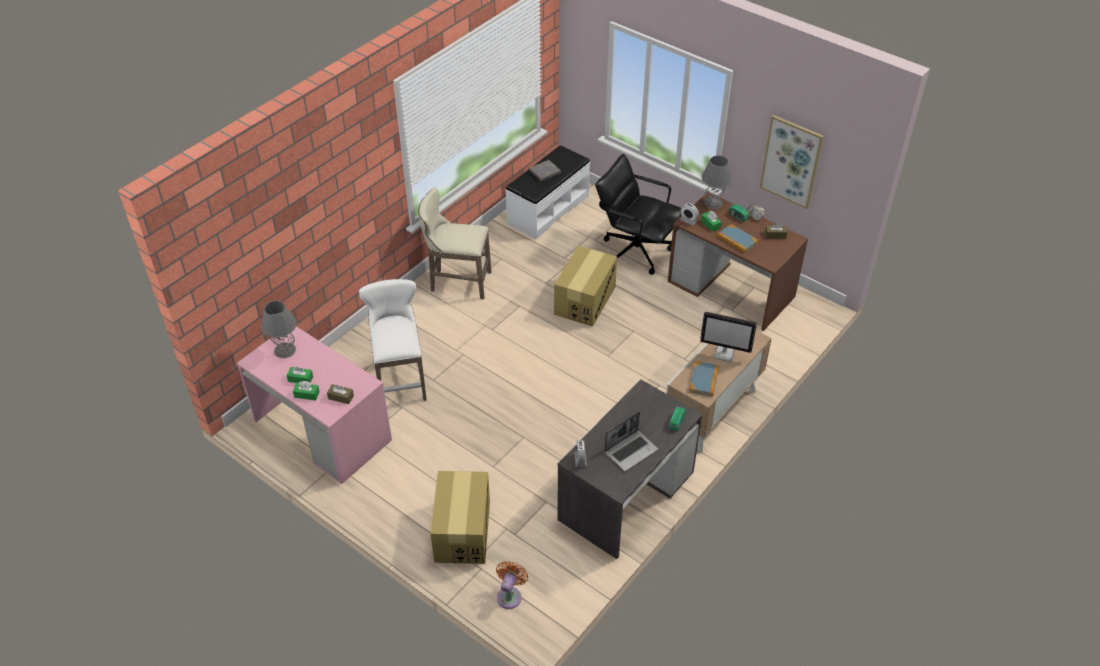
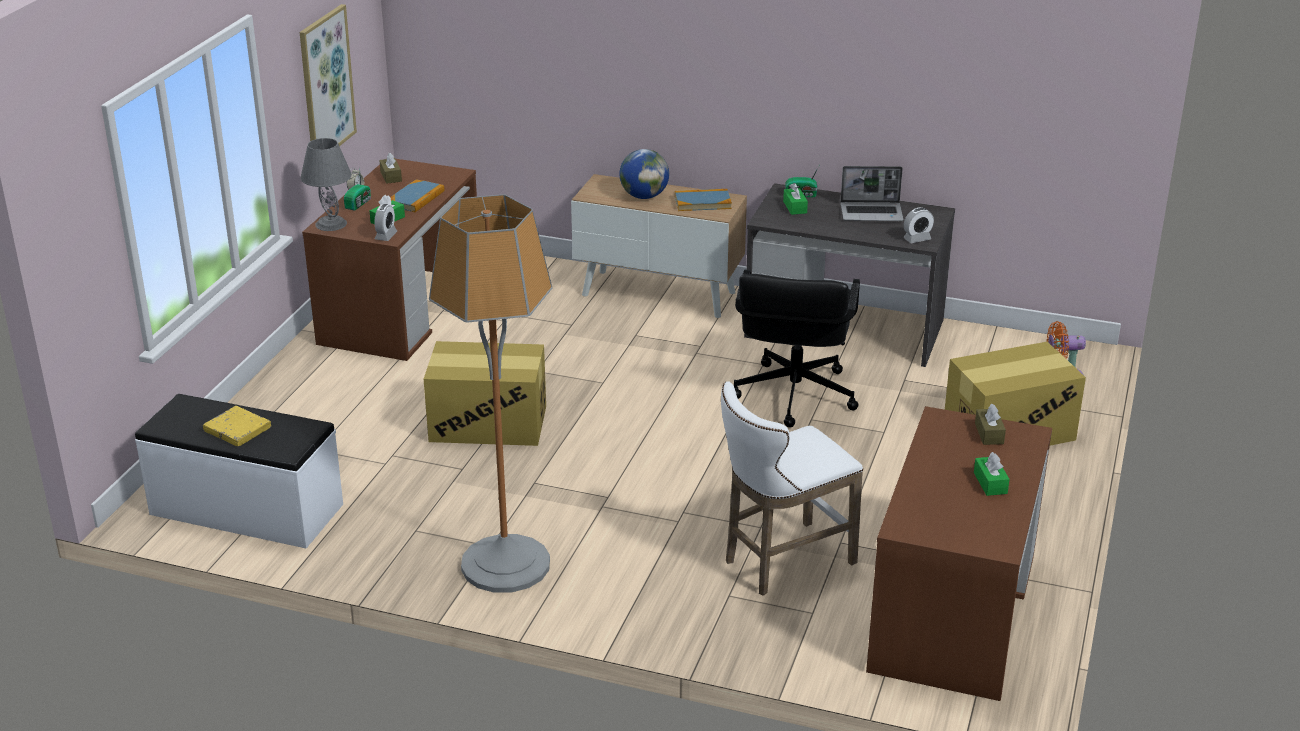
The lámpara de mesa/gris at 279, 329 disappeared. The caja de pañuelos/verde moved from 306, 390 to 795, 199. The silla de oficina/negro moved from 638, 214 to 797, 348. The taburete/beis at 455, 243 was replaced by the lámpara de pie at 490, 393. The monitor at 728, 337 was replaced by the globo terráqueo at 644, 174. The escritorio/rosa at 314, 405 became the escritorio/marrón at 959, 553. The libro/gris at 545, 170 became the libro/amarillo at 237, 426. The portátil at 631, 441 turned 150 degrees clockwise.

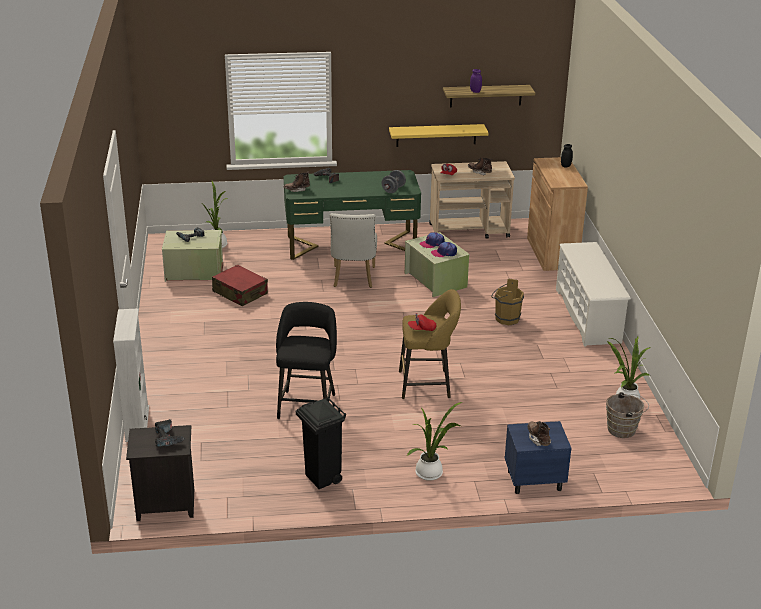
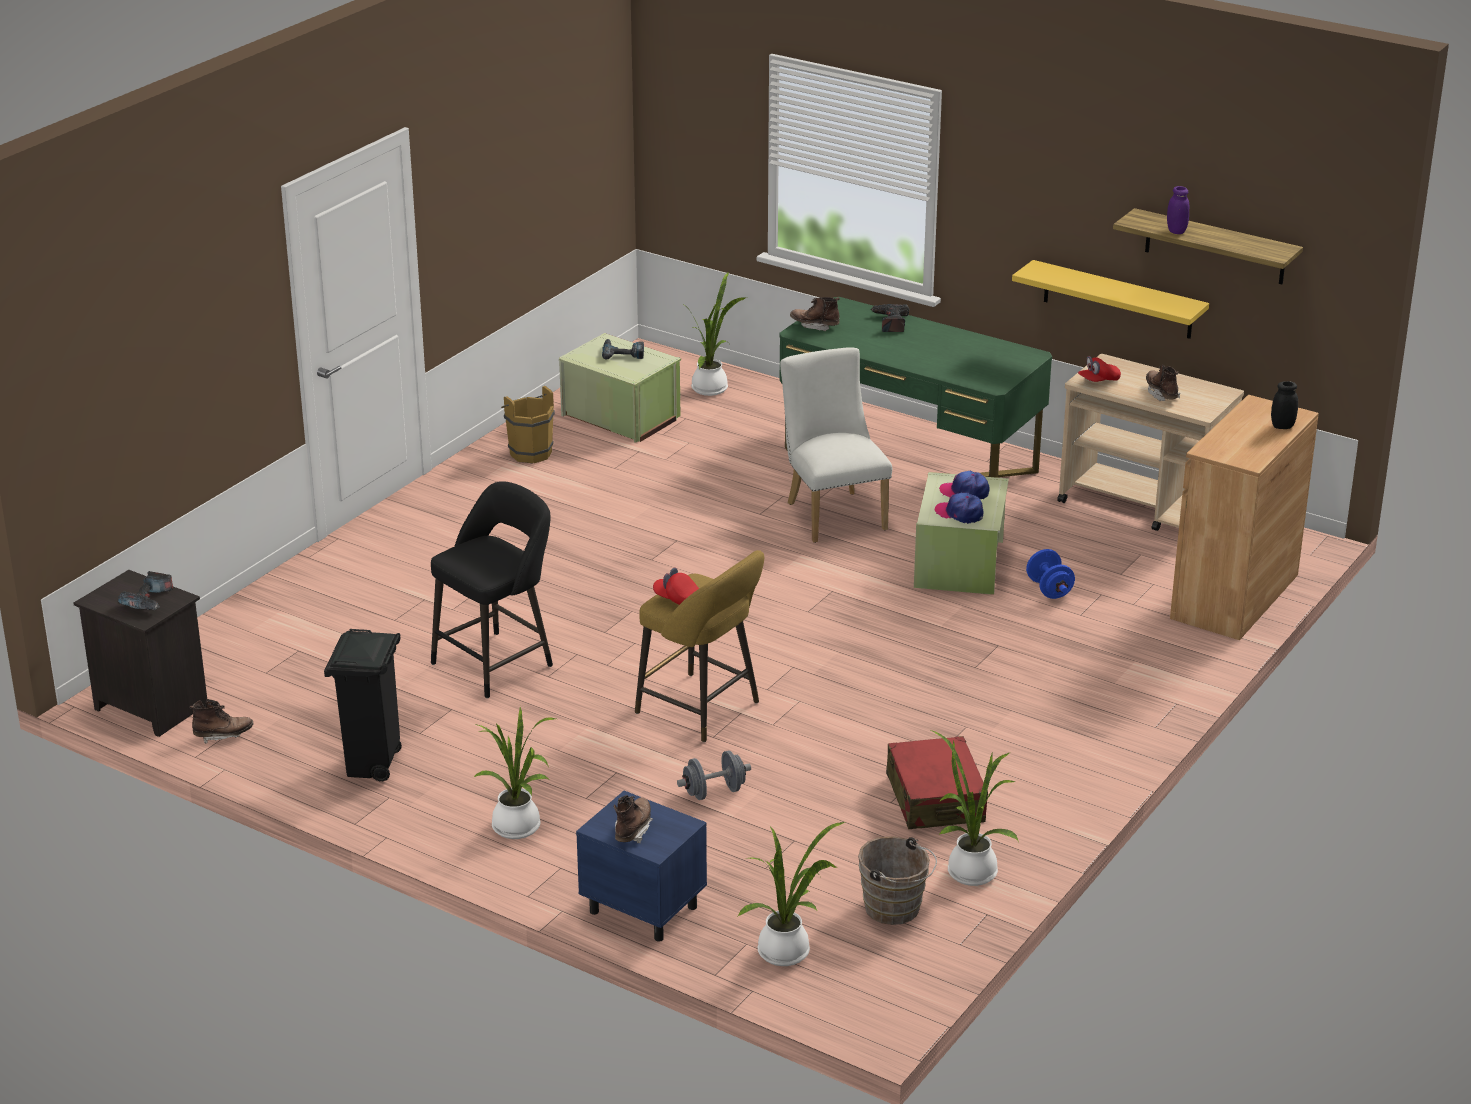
The estantería/blanco at 131, 375 disappeared. The zapatero/blanco at 593, 294 disappeared. The bota/marrón at 221, 721 appeared. The planta en maceta at 791, 894 appeared. The mancuerna/azul at 1050, 574 appeared. The maleta/rojo moved from 240, 285 to 937, 782. The mancuerna/gris moved from 393, 181 to 714, 775. The cubo/marrón moved from 507, 302 to 528, 424. The silla/blanco at 353, 250 turned 120 degrees clockwise.

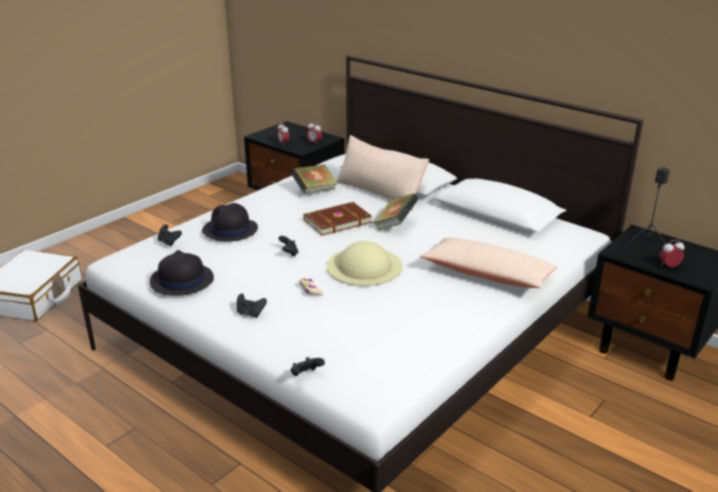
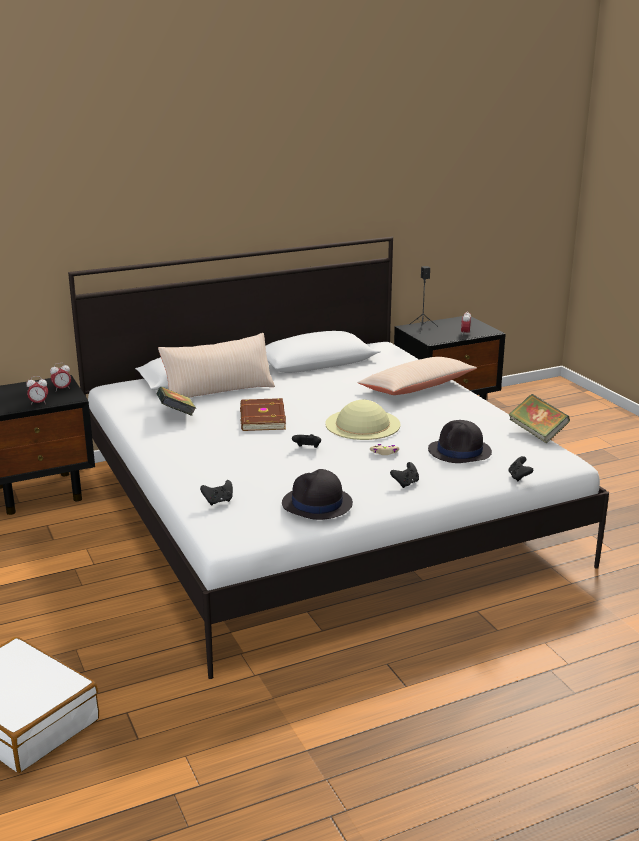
The sombrero/negro moved from 230, 222 to 460, 441. The libro moved from 396, 212 to 539, 418.

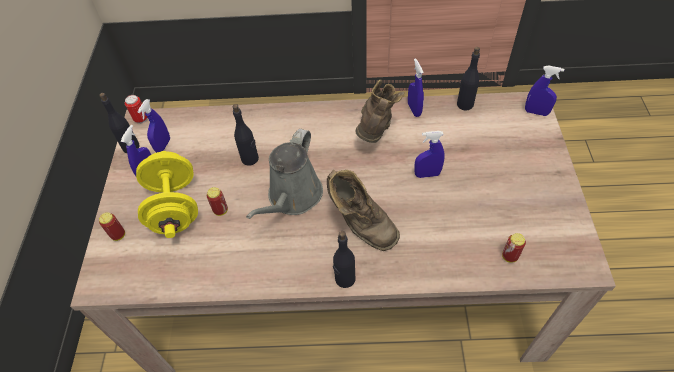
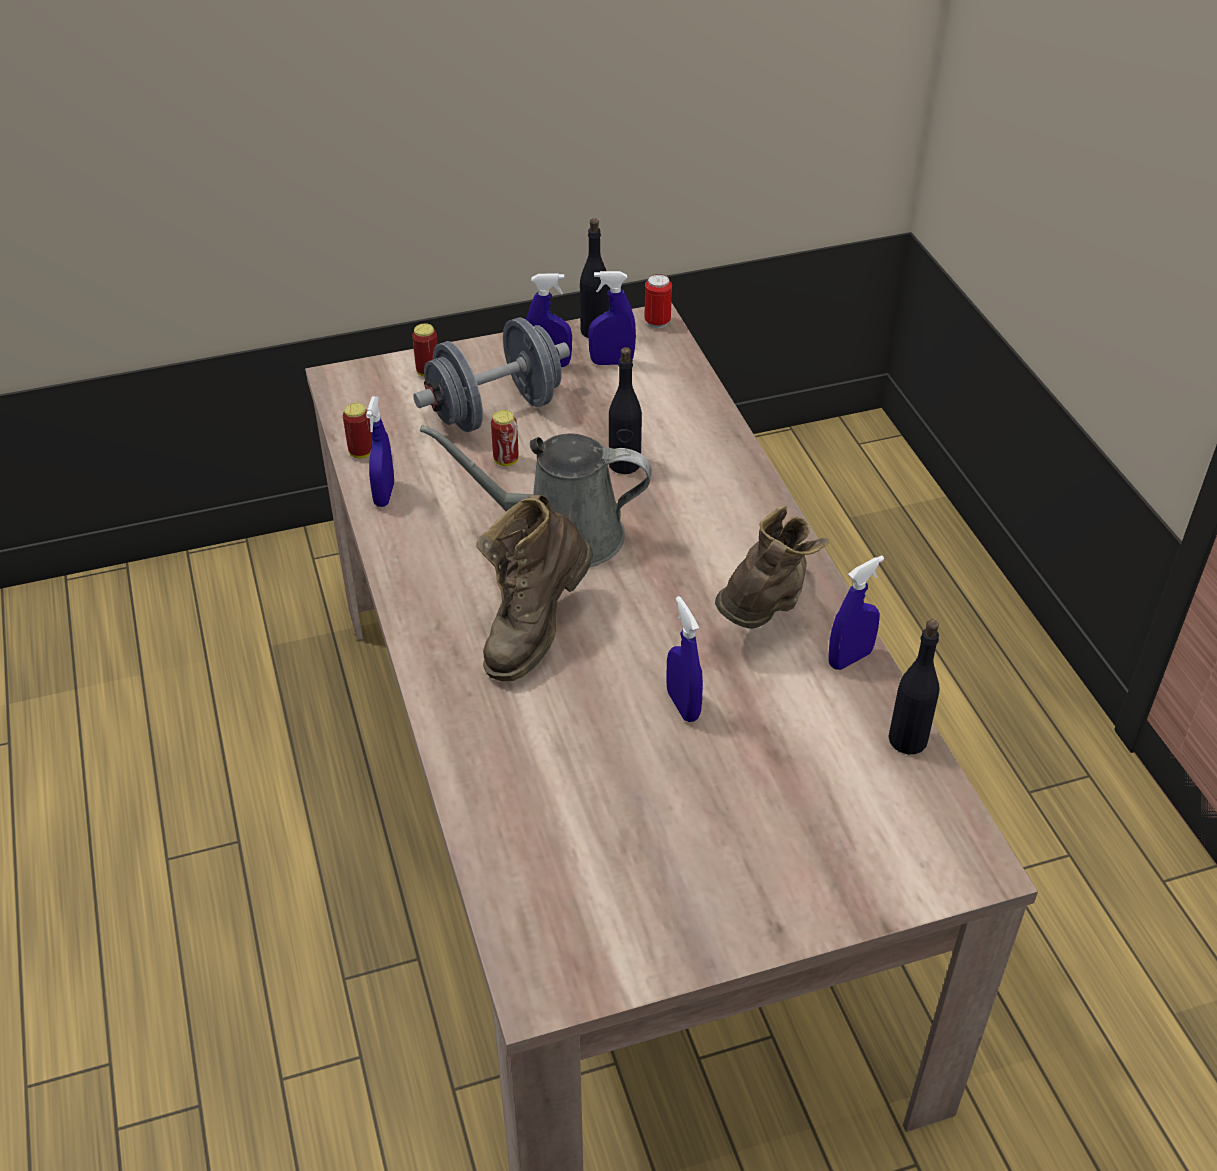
The botella/negro at 344, 259 disappeared. The lata moved from 514, 248 to 357, 431. The pulverizador/azul moved from 545, 90 to 380, 451. The mancuerna/amarillo at 167, 194 became the mancuerna/gris at 491, 374. The bota/marrón at 380, 111 turned 60 degrees counterclockwise.

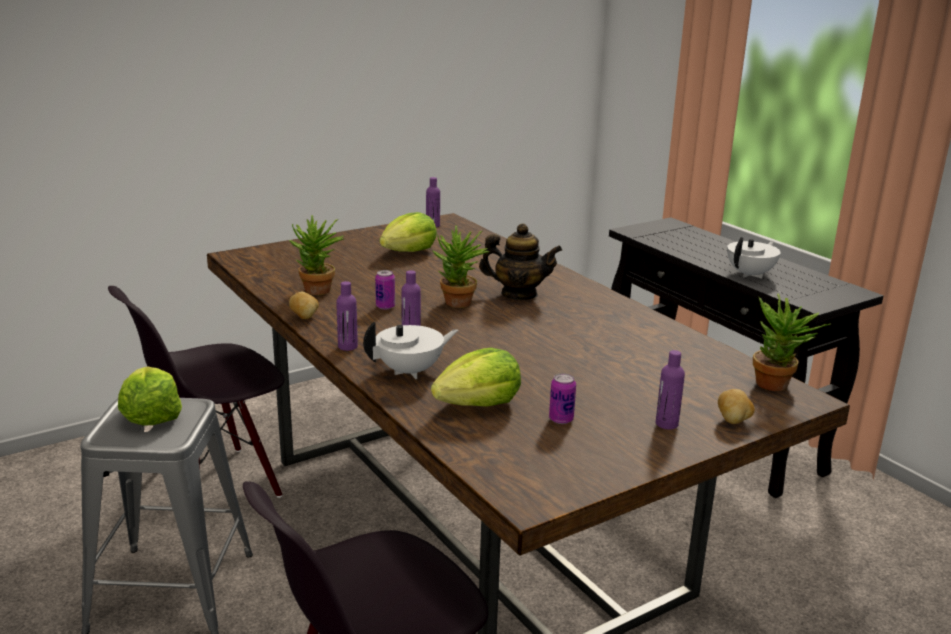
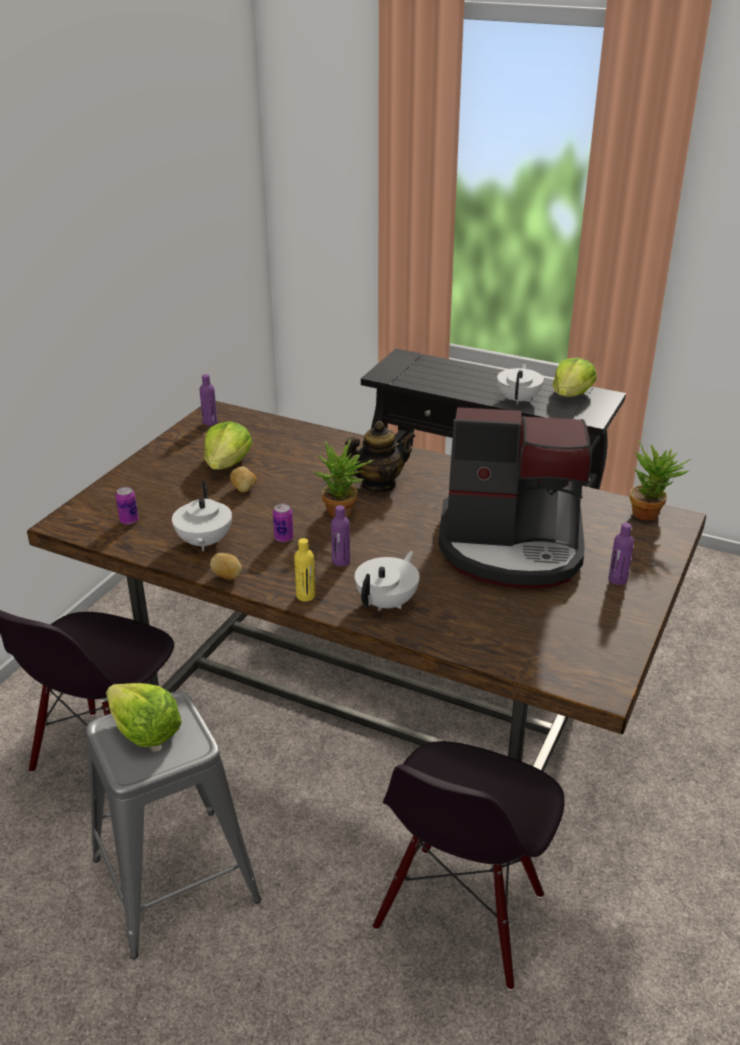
The cafetera at 515, 498 appeared. The lechuga moved from 476, 377 to 575, 377. The lata moved from 562, 398 to 127, 506. The patata moved from 736, 406 to 243, 479. The planta en maceta at 316, 255 was replaced by the tetera/blanco at 202, 516. The botella/morado at 347, 316 became the botella/amarillo at 304, 570.

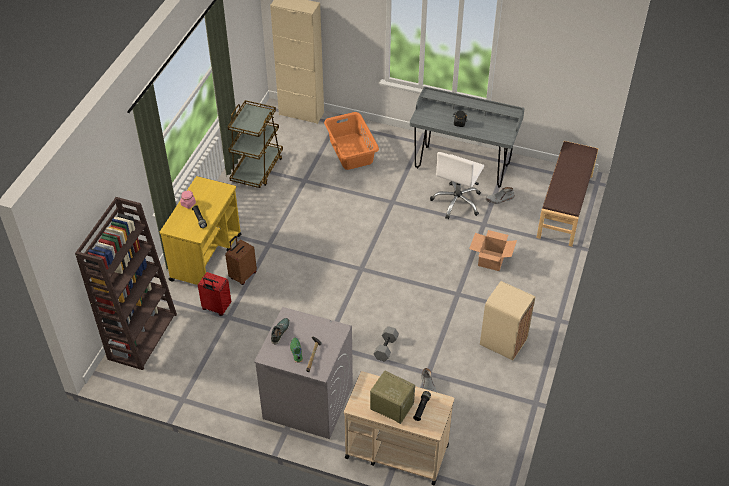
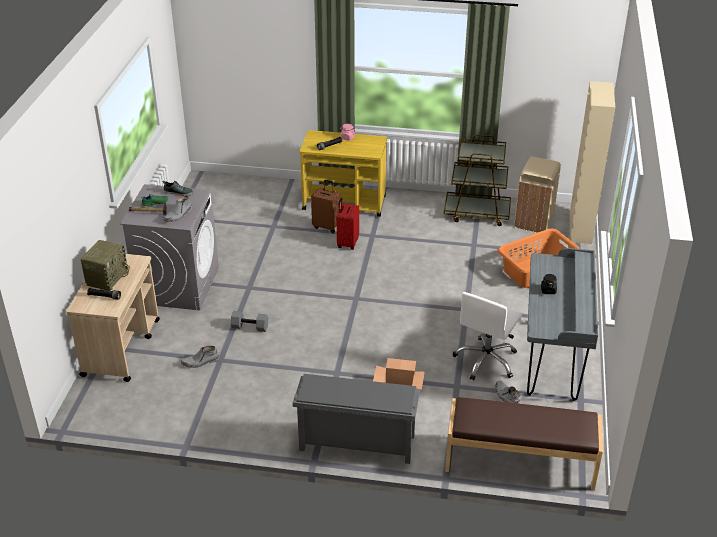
The estantería/marrón at 126, 283 disappeared. The bota/gris at 177, 208 appeared. The zapatero/gris at 356, 419 appeared. The maleta/rojo moved from 214, 294 to 347, 224. The papelera/beis moved from 508, 320 to 537, 195. The silla de oficina/blanco at 457, 185 turned 75 degrees counterclockwise.

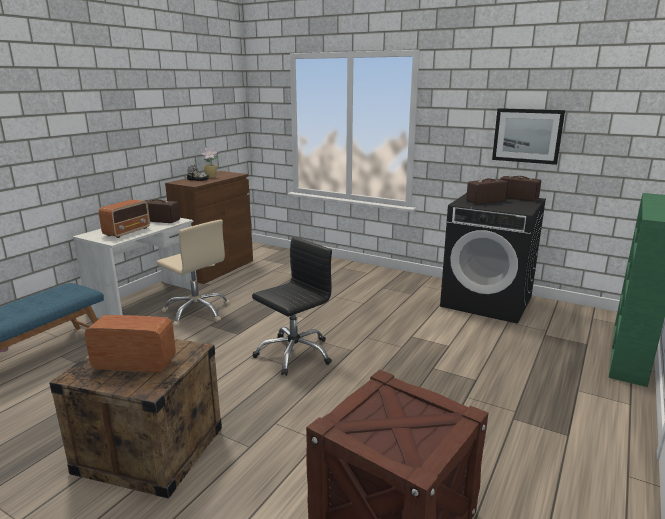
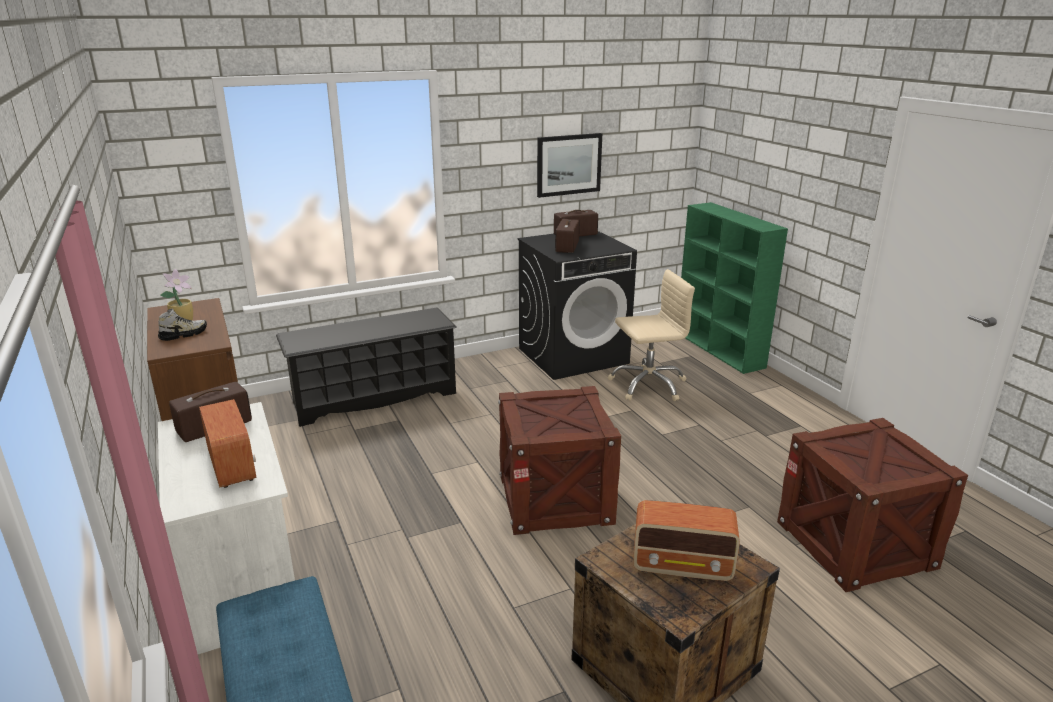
The zapatero/negro at 366, 367 appeared. The silla de oficina/beis moved from 193, 273 to 651, 335. The silla de oficina/negro at 292, 306 was replaced by the caja de embalaje at 559, 460. The radio at 130, 344 turned 120 degrees counterclockwise.

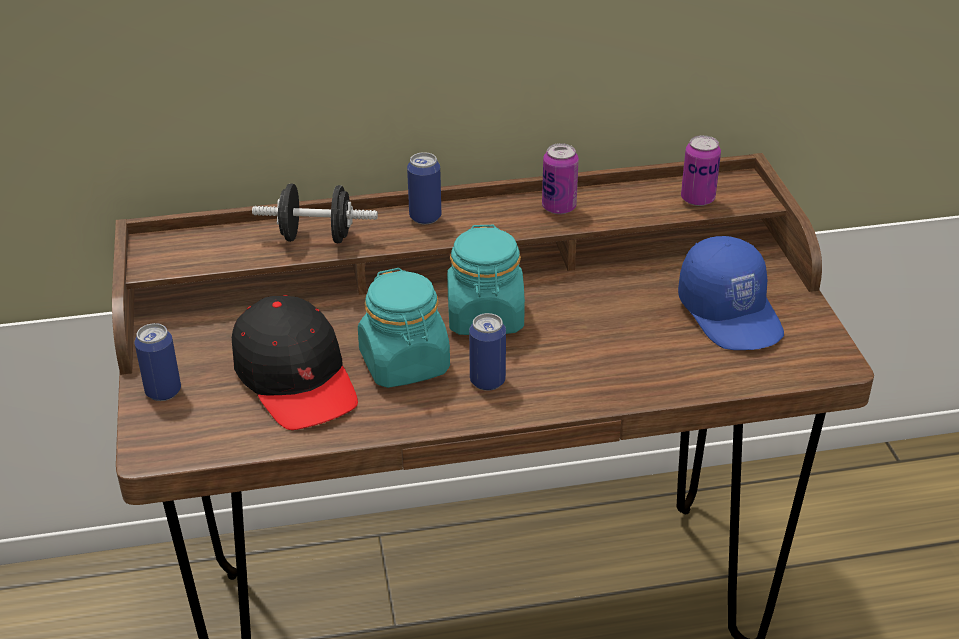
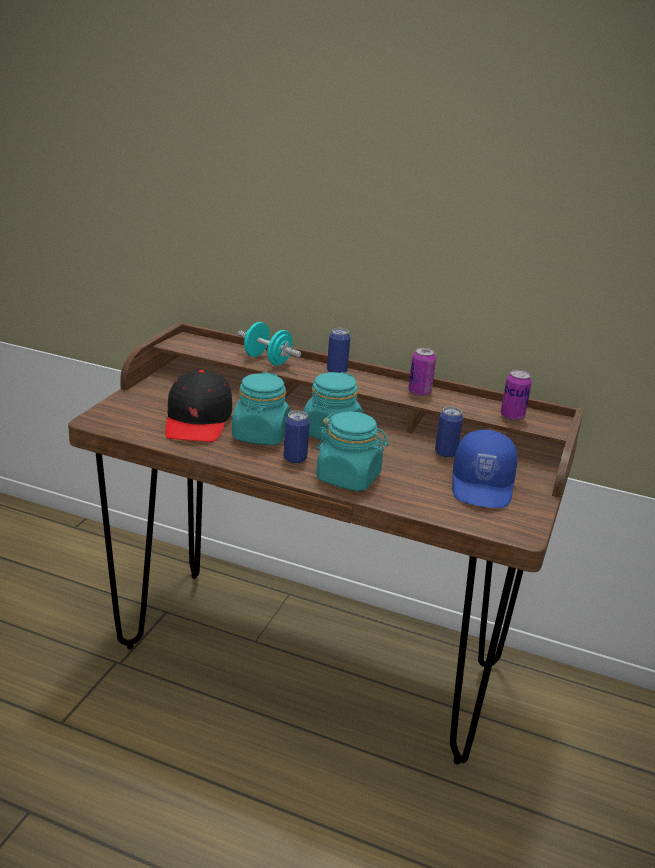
The tarro/turquesa at 352, 451 appeared. The lata moved from 157, 362 to 449, 432. The mancuerna/negro at 315, 213 became the mancuerna/turquesa at 269, 343.

